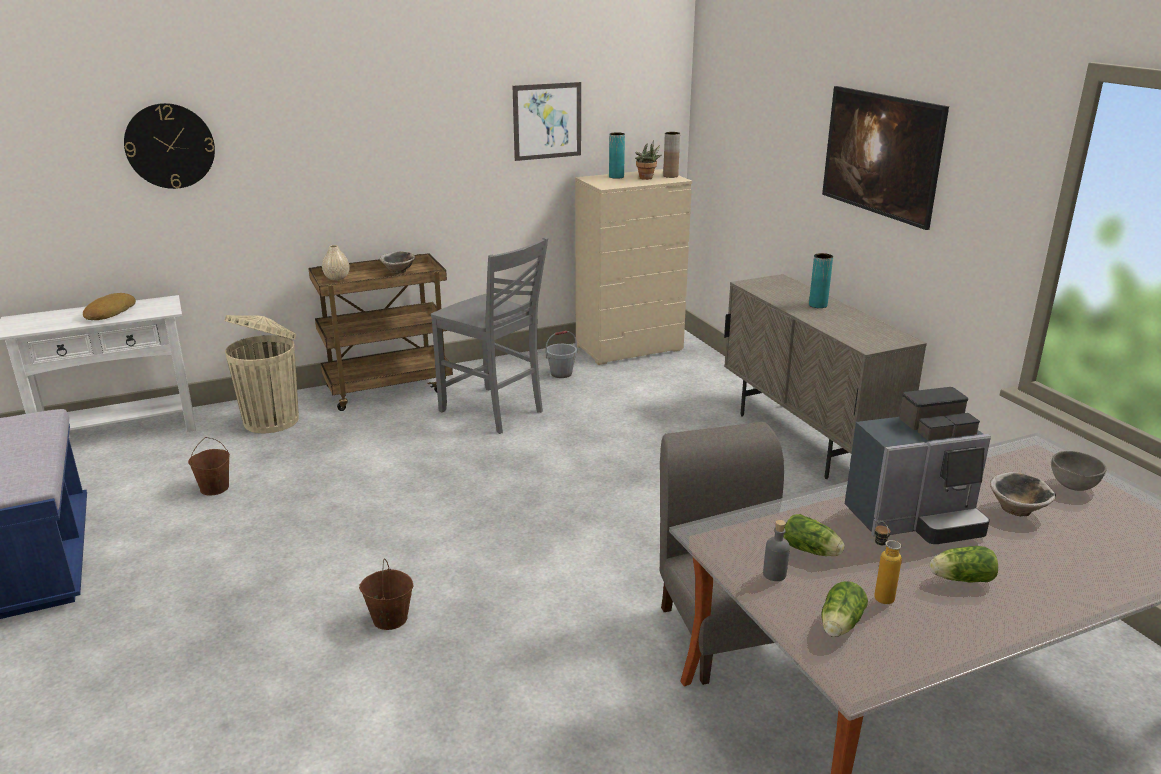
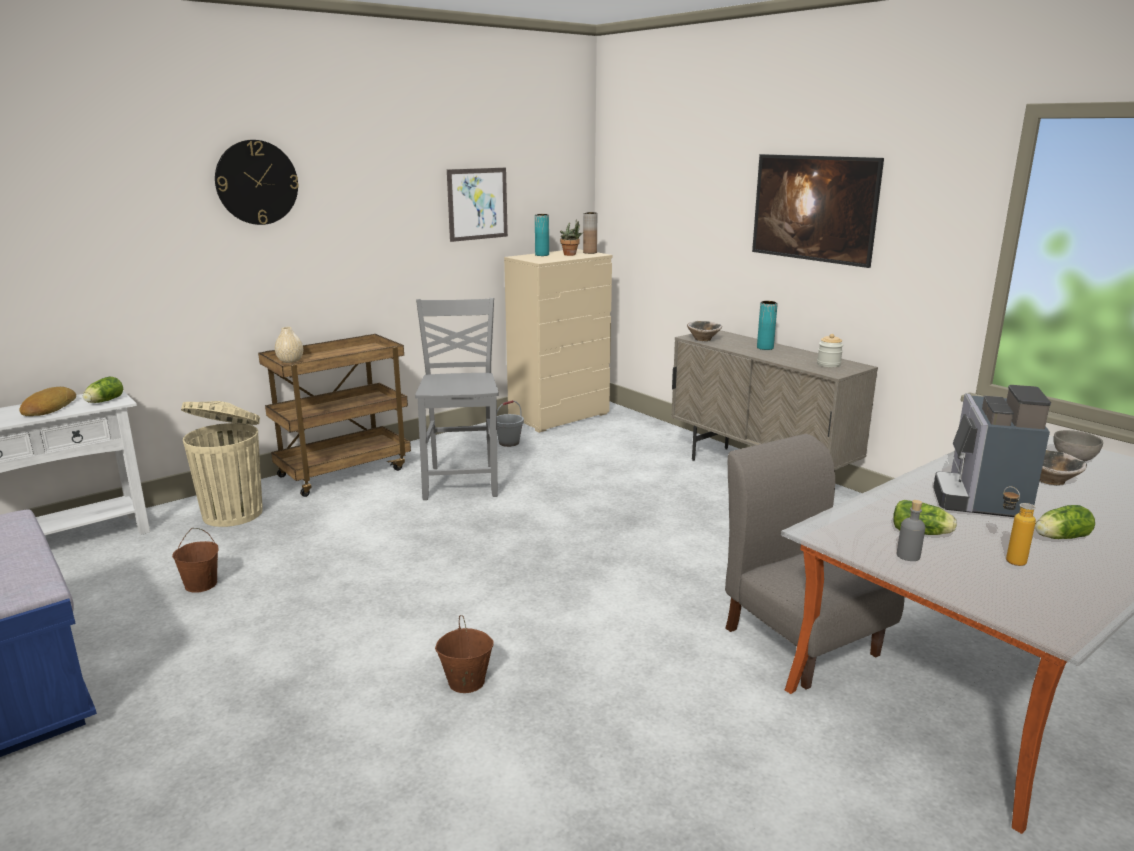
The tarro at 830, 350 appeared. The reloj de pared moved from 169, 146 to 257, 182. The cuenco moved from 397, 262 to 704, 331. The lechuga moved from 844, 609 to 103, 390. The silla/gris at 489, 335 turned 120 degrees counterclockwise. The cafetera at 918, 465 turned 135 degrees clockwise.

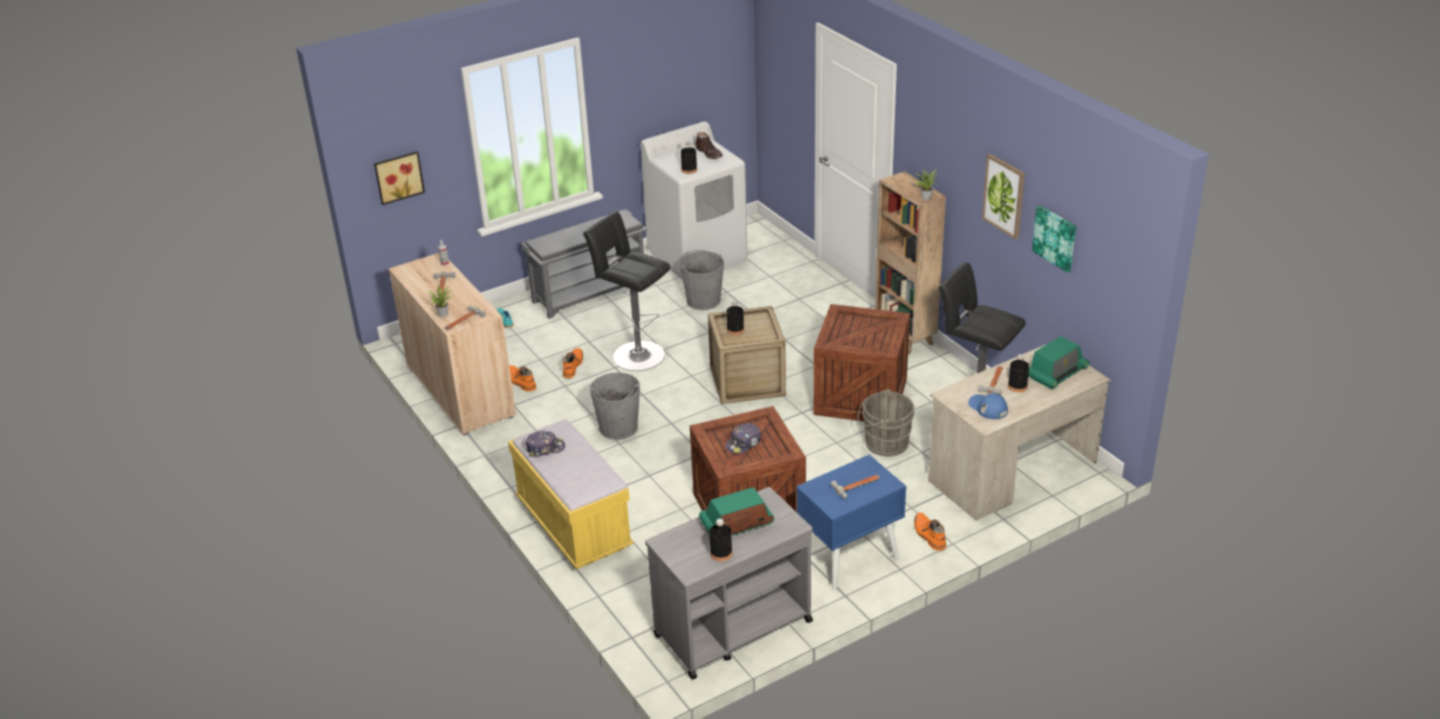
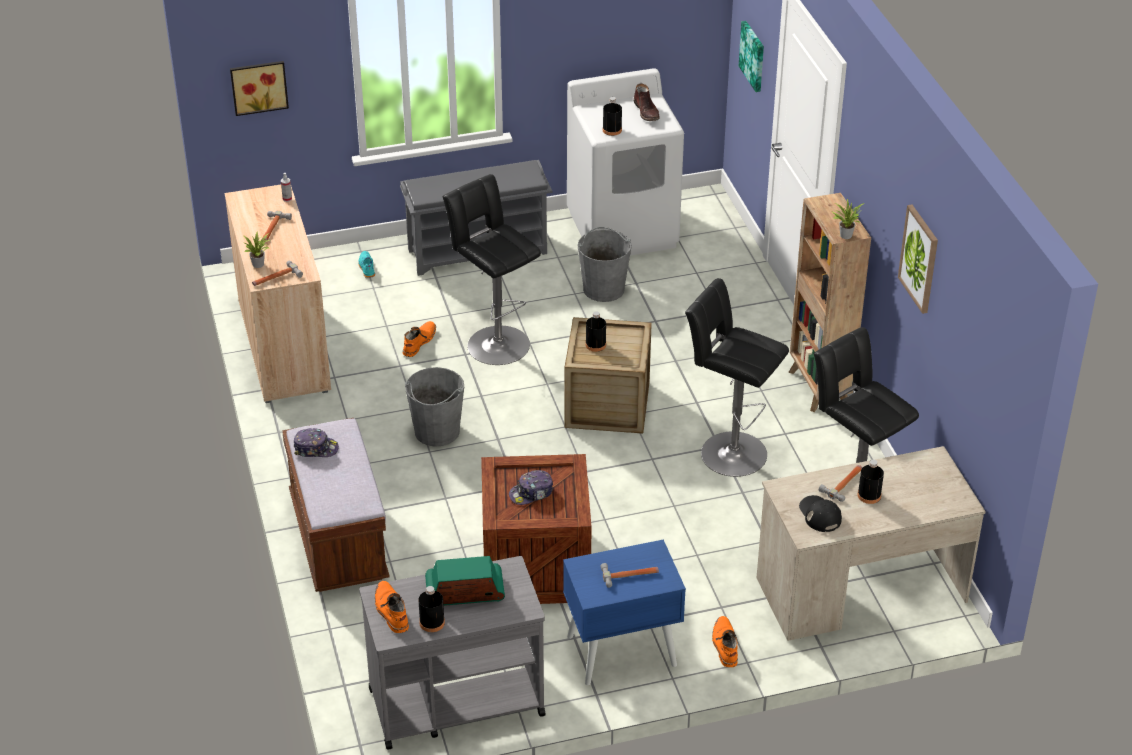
The cubo/gris at 886, 422 disappeared. The radio at 1059, 362 disappeared. The bota/naranja moved from 522, 378 to 392, 607. The cuadro moved from 1054, 238 to 751, 56. The caja de embalaje at 862, 362 was replaced by the taburete/negro at 737, 377. The banco/amarillo at 571, 494 became the banco/marrón at 336, 505. The gorra/azul at 988, 406 became the gorra/negro at 820, 513.

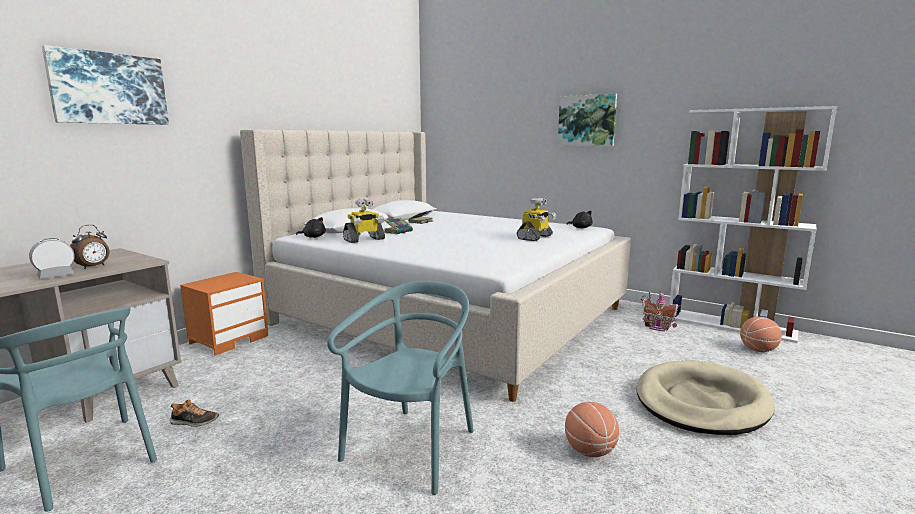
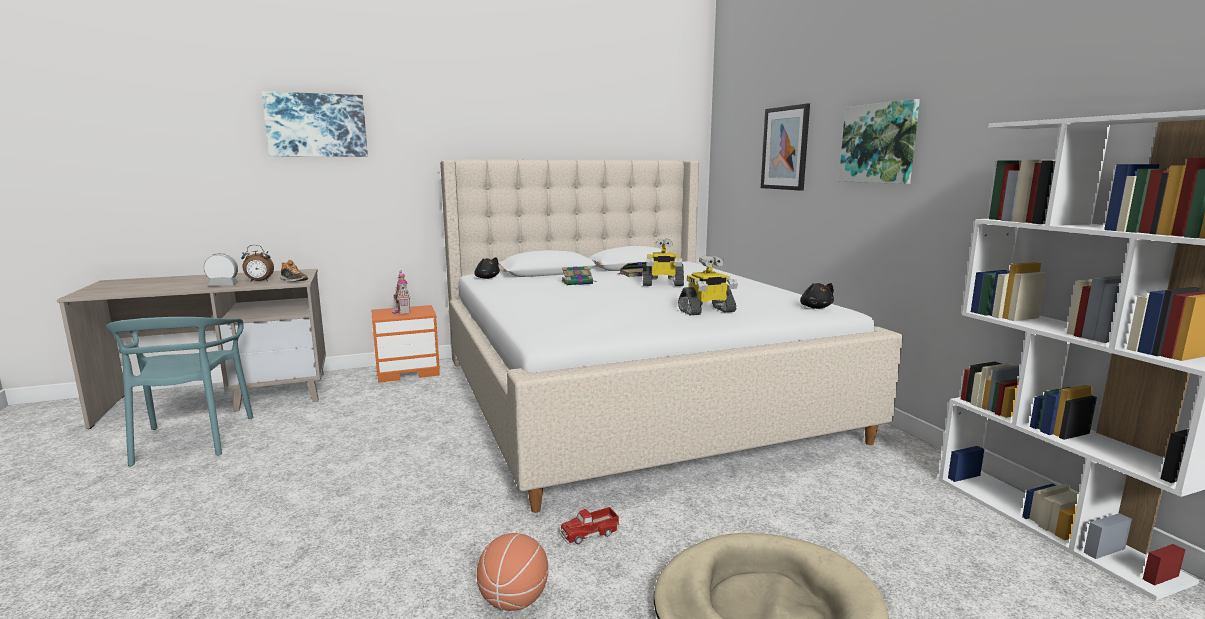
The silla/turquesa at 400, 388 disappeared. The balón de baloncesto at 761, 334 disappeared. The camión de juguete at 590, 525 appeared. The cuadro at 785, 147 appeared. The zapato moved from 194, 413 to 294, 271. The robot de juguete moved from 364, 221 to 663, 262. The casita moved from 661, 311 to 401, 292.

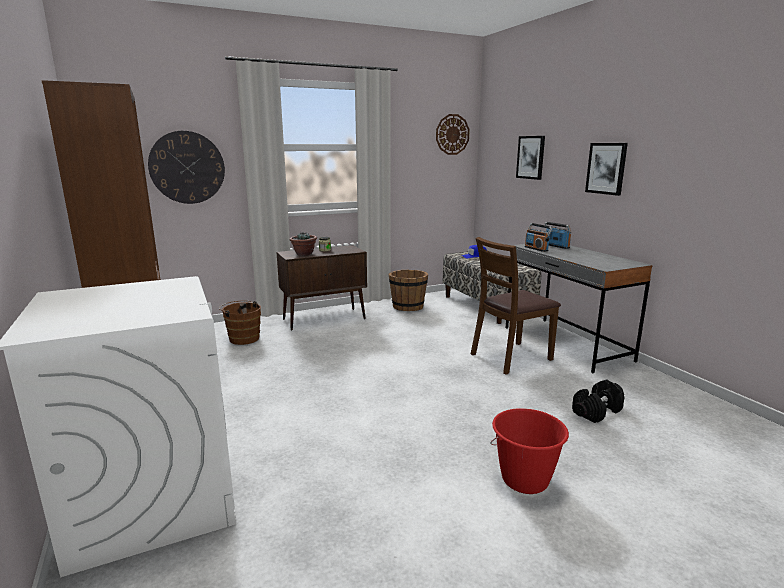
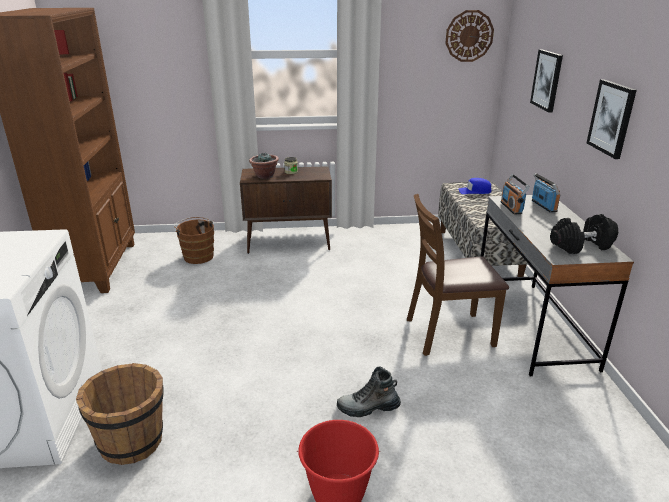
The reloj de pared at 186, 167 disappeared. The bota at 369, 391 appeared. The cubo/marrón moved from 408, 290 to 119, 414. The mancuerna/negro moved from 598, 401 to 584, 234.

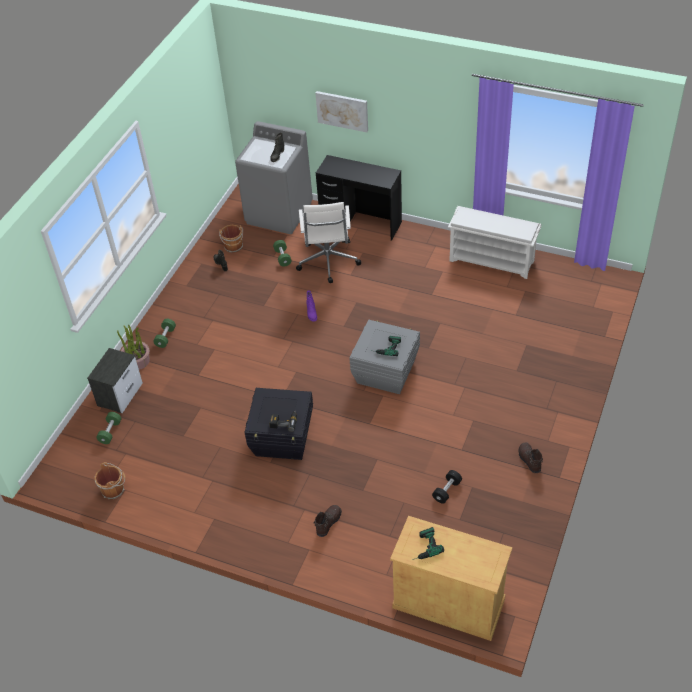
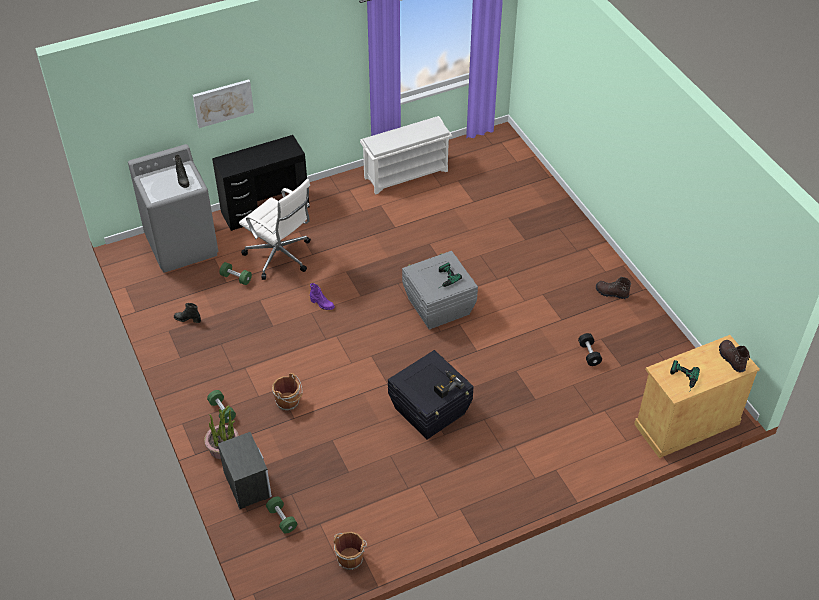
The cubo/marrón moved from 231, 239 to 287, 392. The bota/marrón moved from 328, 521 to 734, 356.

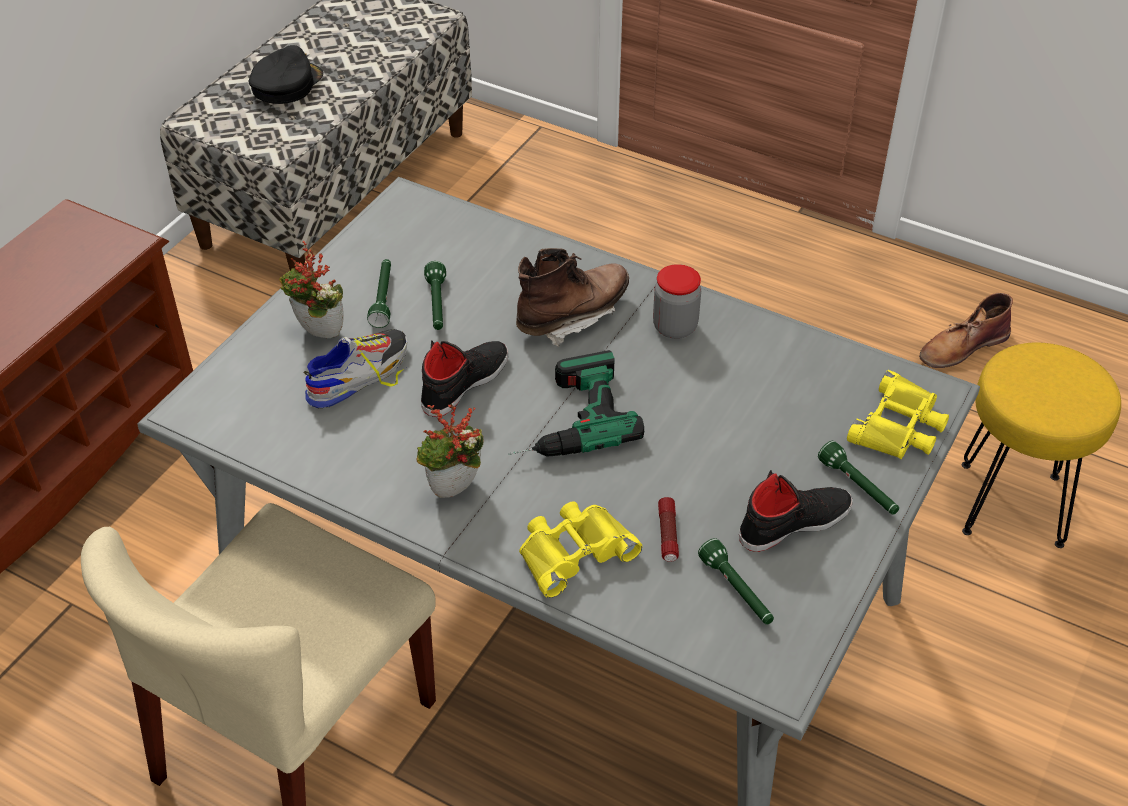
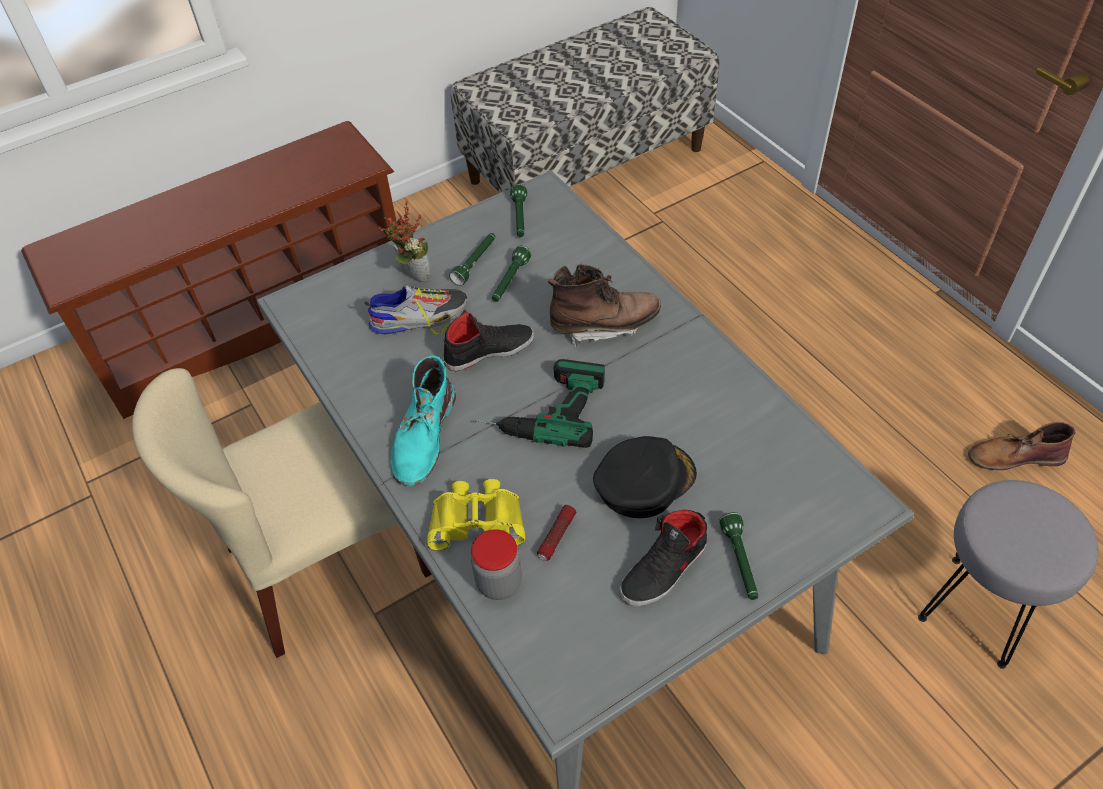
The prismáticos/amarillo at 898, 414 disappeared. The gorra/negro moved from 285, 74 to 645, 477. The tarro moved from 677, 301 to 496, 564. The linterna/verde moved from 736, 581 to 518, 210. The planta en maceta at 450, 451 was replaced by the bota/turquesa at 423, 420. The taburete/amarillo at 1041, 445 became the taburete/gris at 1008, 574. The zapato/negro at 796, 511 turned 135 degrees clockwise.

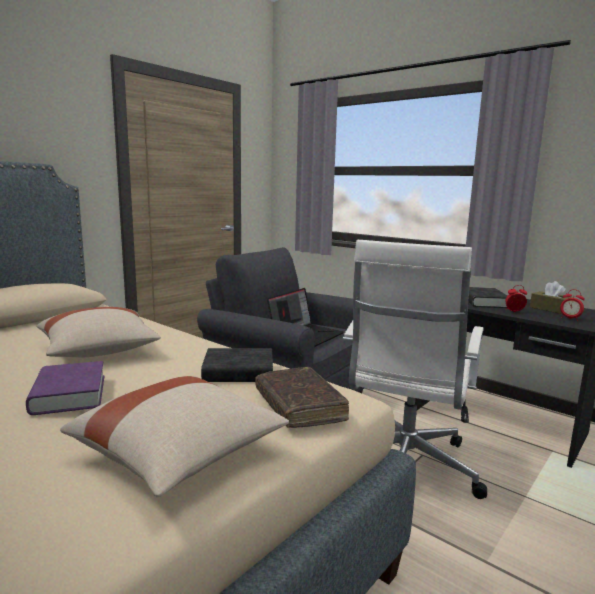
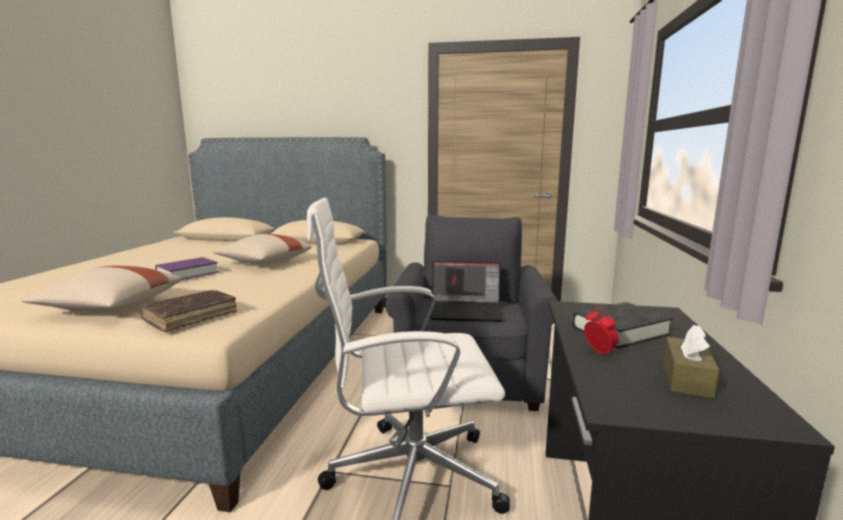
The libro/negro at 237, 365 disappeared. The despertador at 572, 305 disappeared.

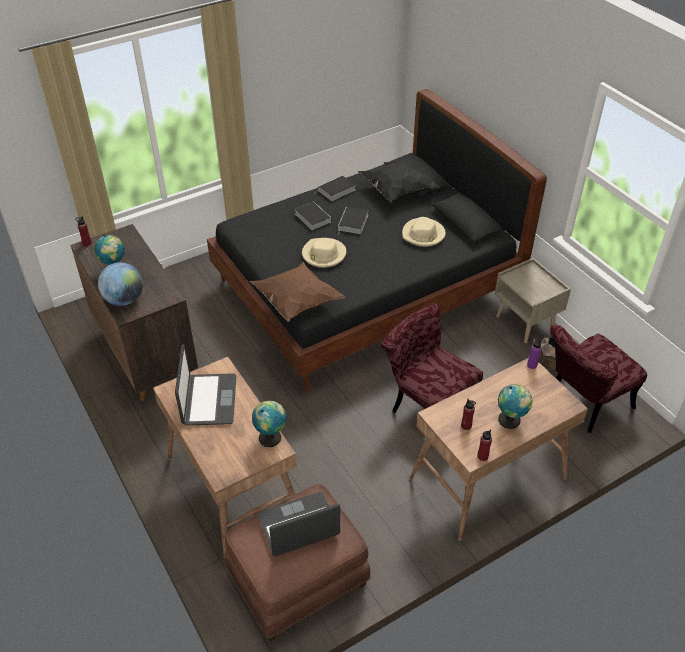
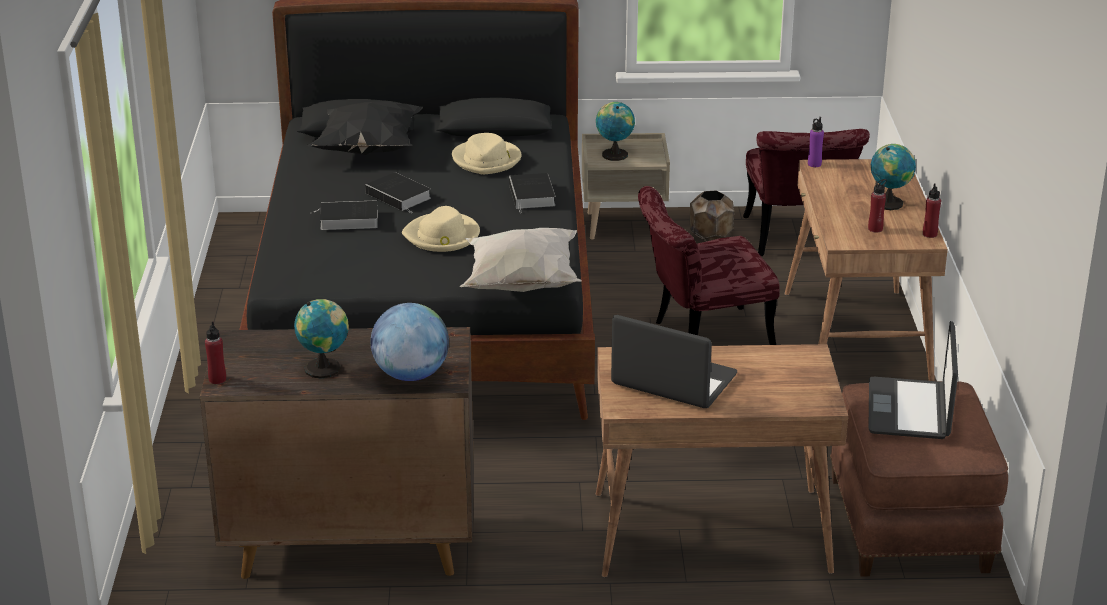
The globo terráqueo moved from 269, 424 to 615, 131. The libro moved from 335, 188 to 532, 193. The cojín/marrón at 297, 292 became the cojín/blanco at 521, 260.

